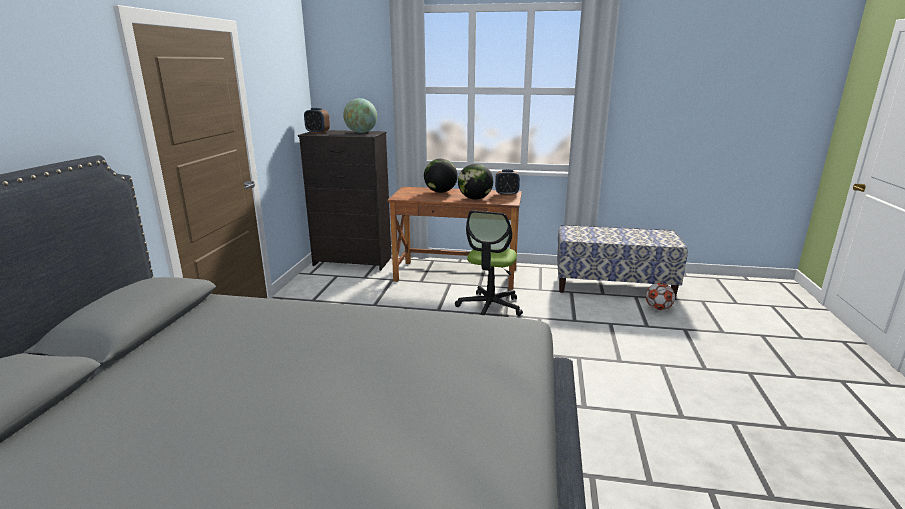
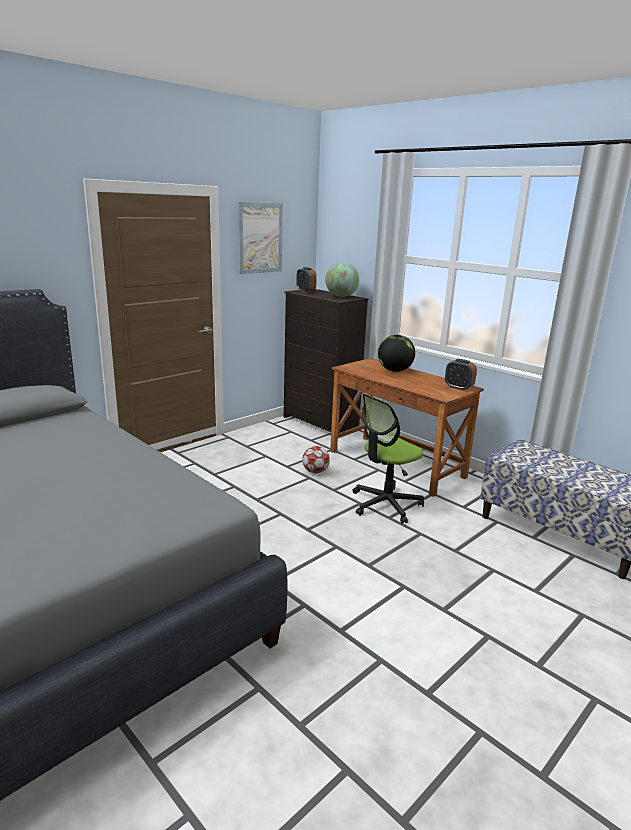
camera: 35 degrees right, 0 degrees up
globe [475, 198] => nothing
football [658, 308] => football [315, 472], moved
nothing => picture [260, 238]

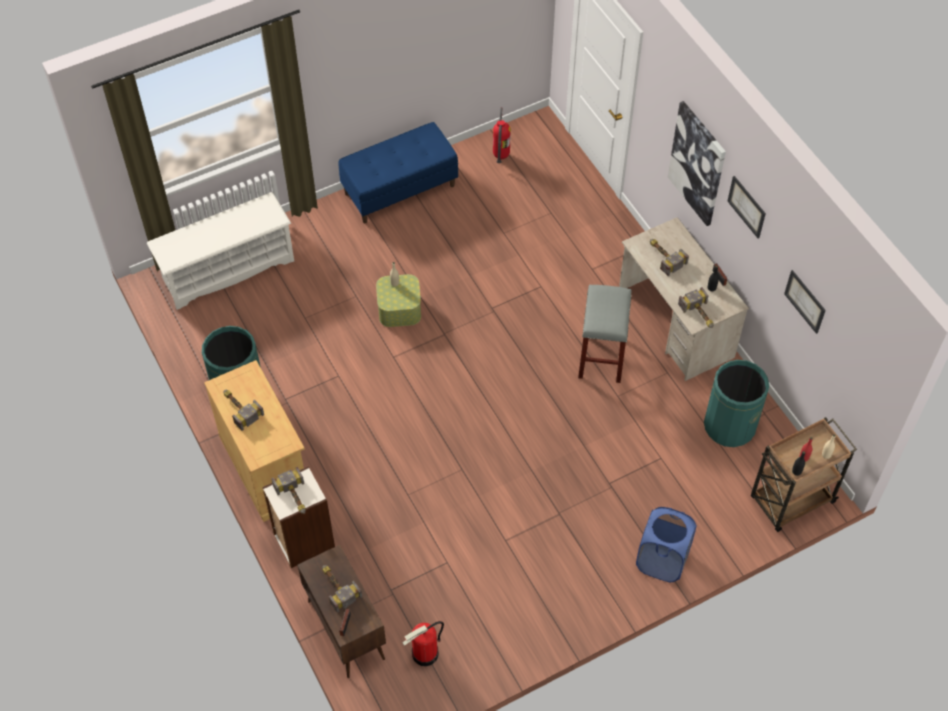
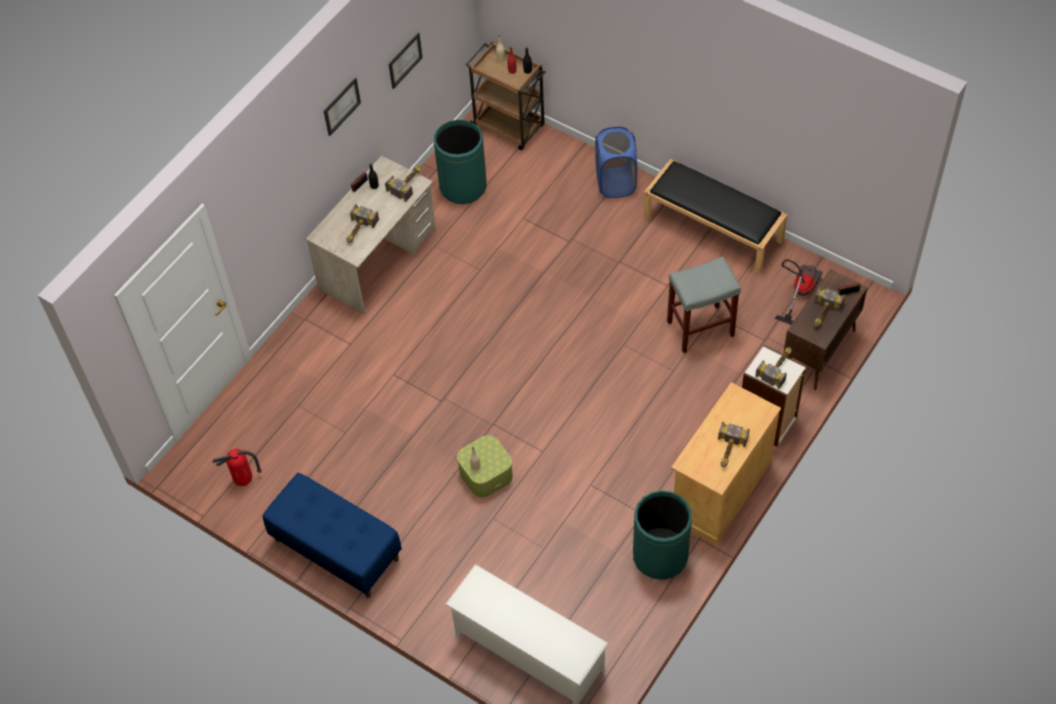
camera: 115 degrees left, 0 degrees up
picture [697, 163] => nothing
grey stool [601, 357] => grey stool [699, 329], moved
fire extinguisher [425, 654] => vacuum cleaner [798, 292]
nothing => black bench [714, 229]

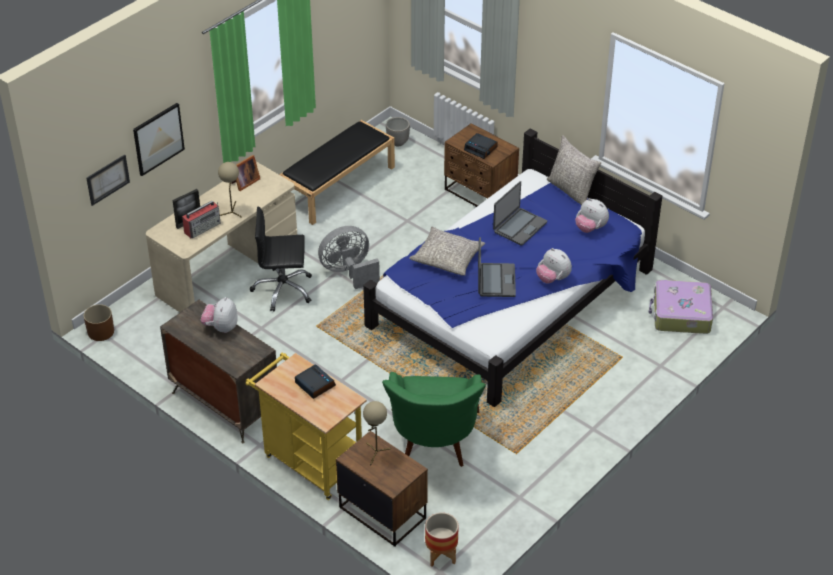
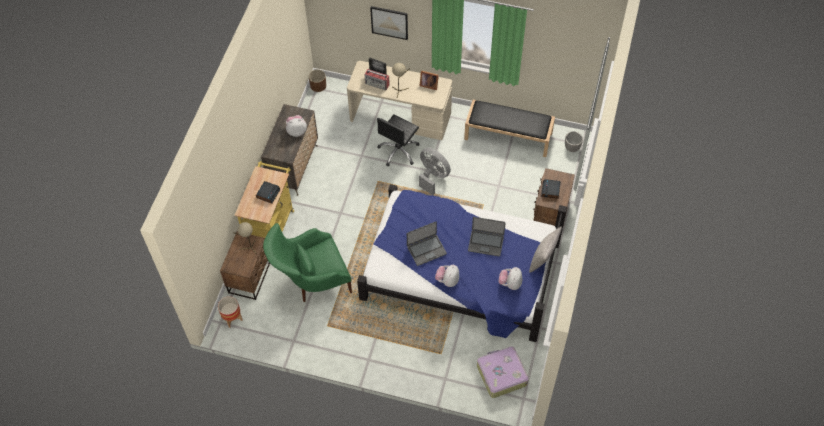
camera: 65 degrees right, 15 degrees up
picture [107, 179] => nothing
black office chair [283, 290] => black office chair [398, 151], 120 degrees counterclockwise
grey pillow [447, 258] => nothing

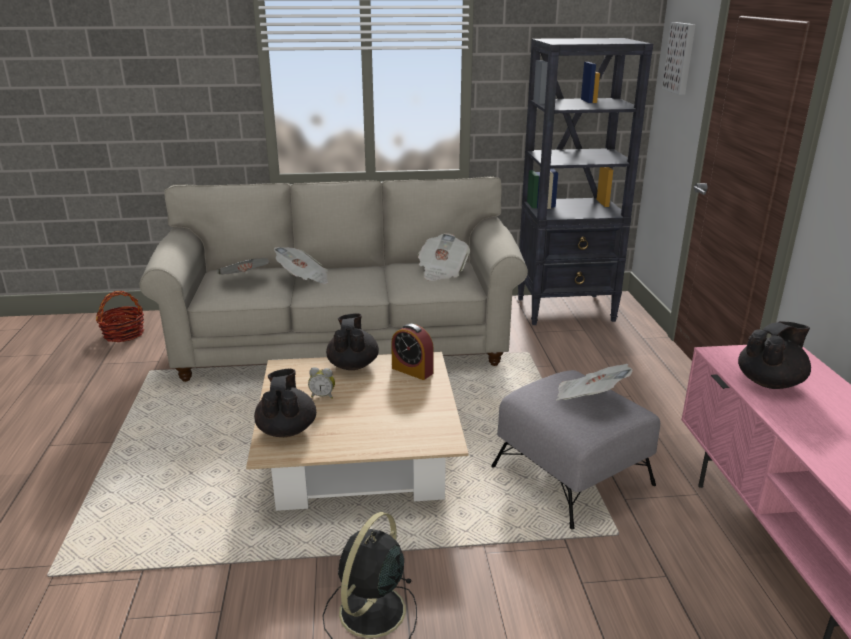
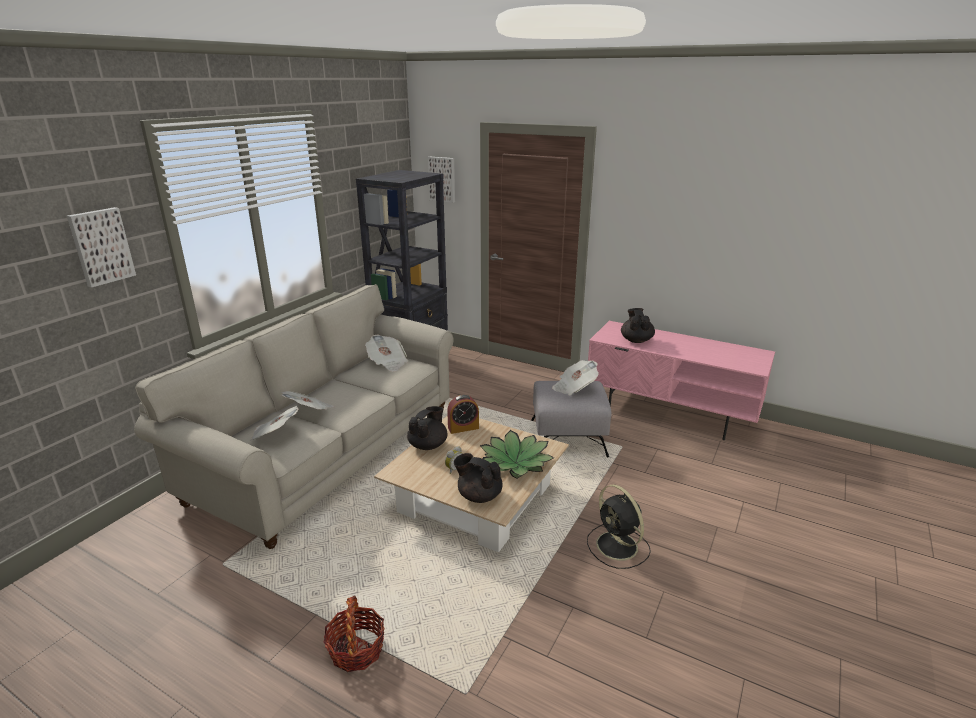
camera: 55 degrees left, 0 degrees up
basket [124, 334] => basket [356, 649], moved
black teapot [353, 365] => black teapot [428, 445], 90 degrees clockwise
nothing => picture [101, 246]
nothing => potted plant [516, 462]

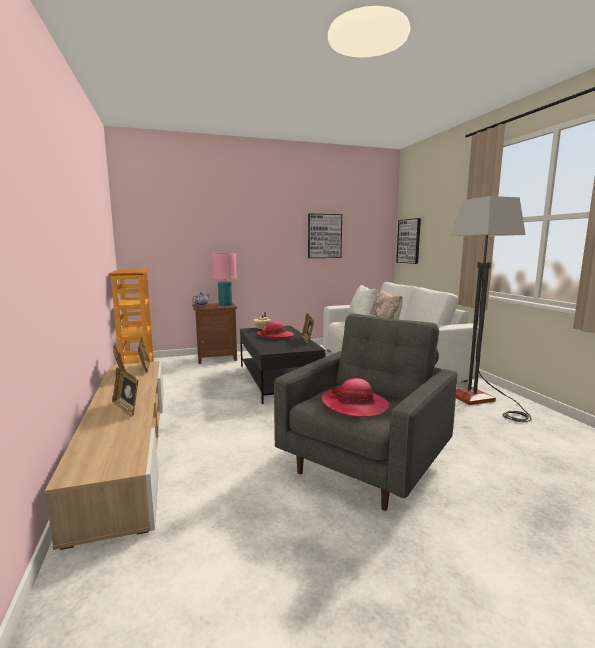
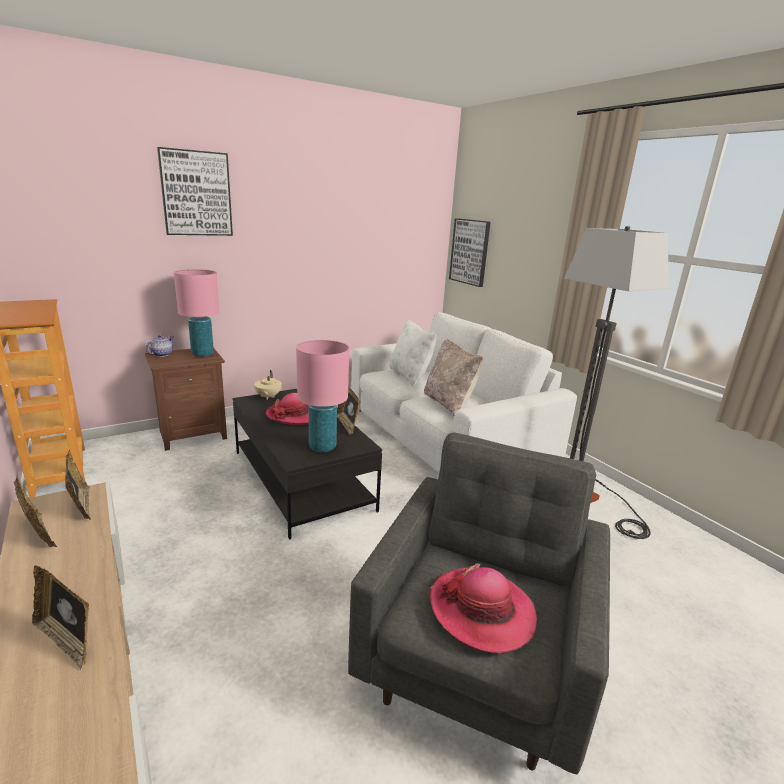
camera: 15 degrees left, 10 degrees up
picture [324, 236] => picture [196, 193], moved
nothing => pink table lamp [322, 447]

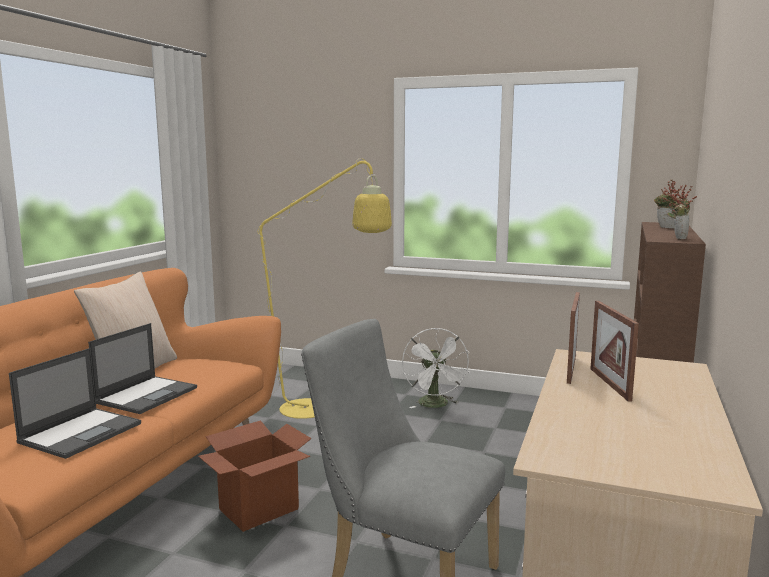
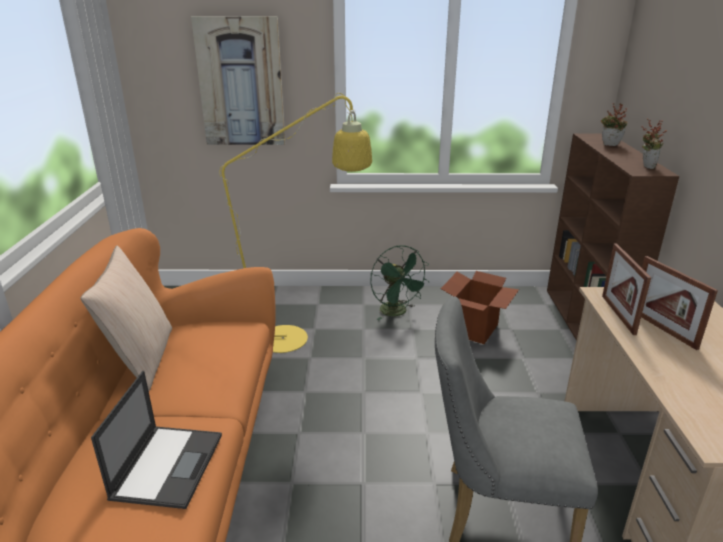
camera: 20 degrees left, 15 degrees up
laptop [147, 395] => nothing
white fan [436, 405] => green fan [397, 312]
cardboard box [258, 509] => cardboard box [475, 329], moved
nothing => picture [241, 82]

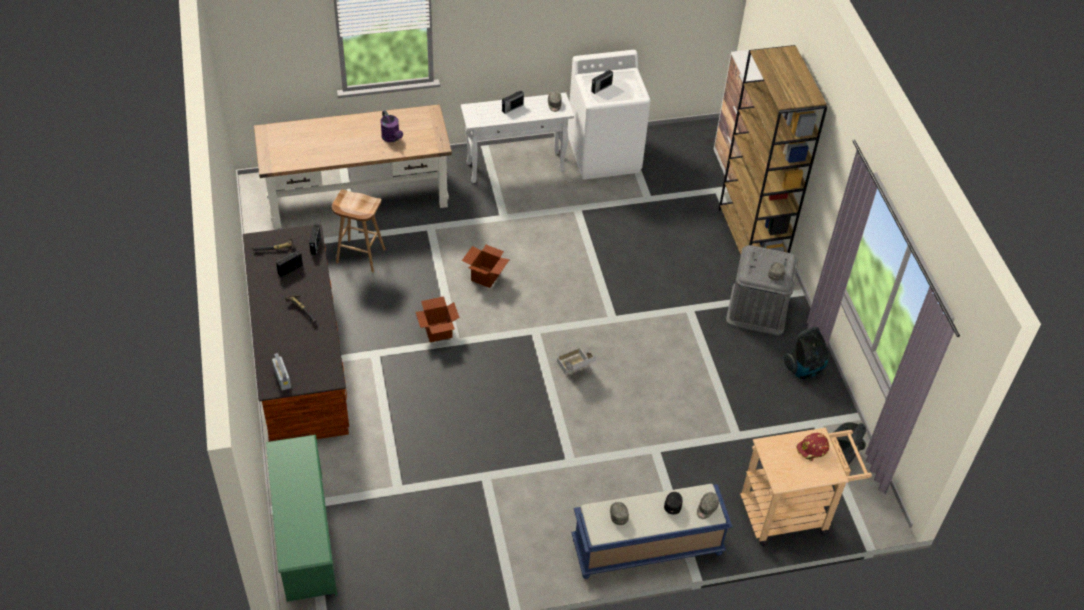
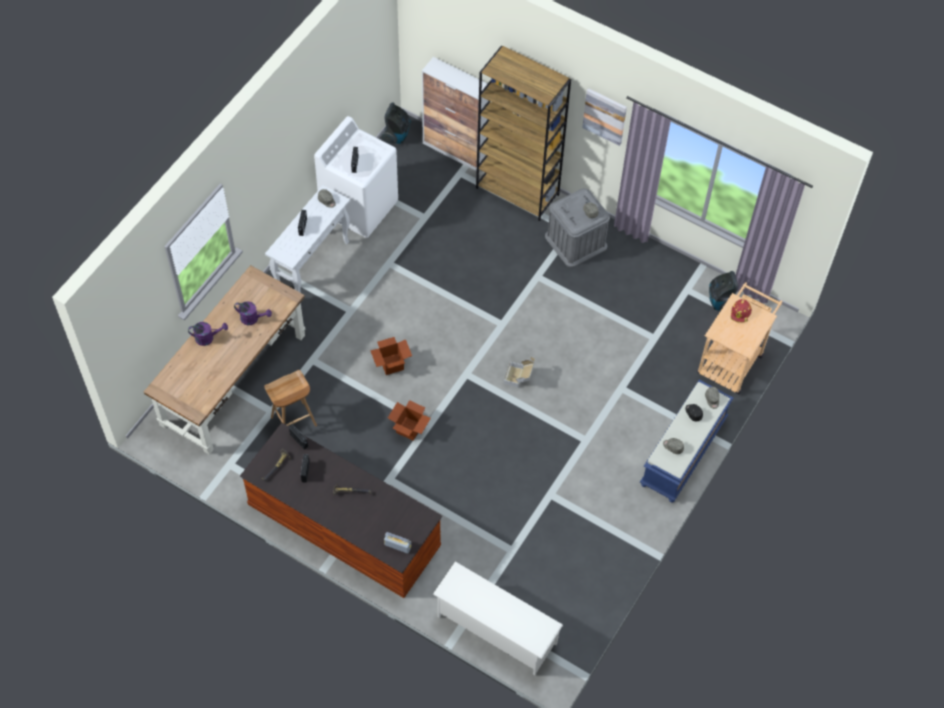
camera: 45 degrees left, 10 degrees up
vacuum cleaner [804, 369] => vacuum cleaner [397, 135], moved
green shoe rack [304, 536] => white shoe rack [495, 629]
nothing => picture [605, 116]
nothing => purple watering can [208, 338]

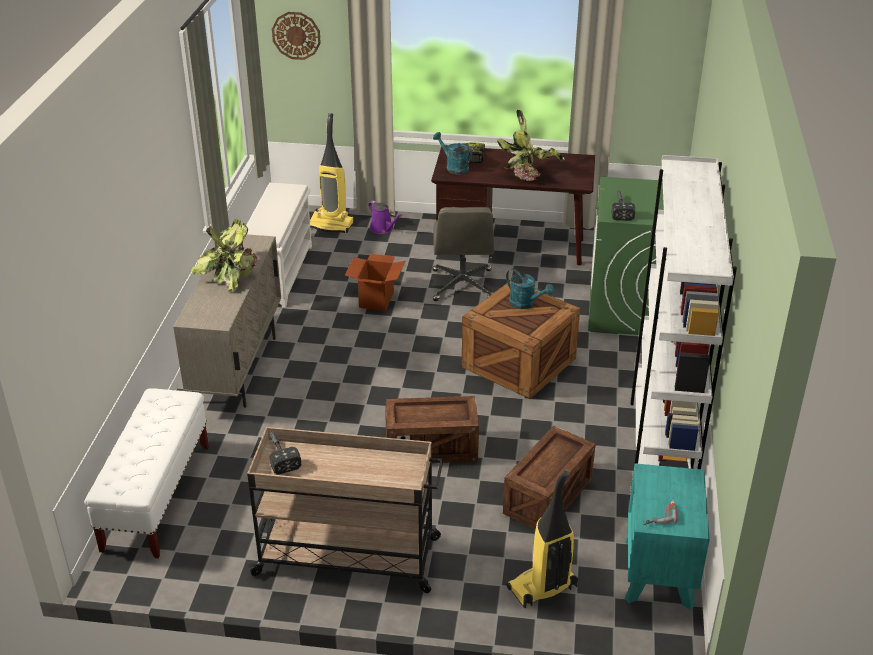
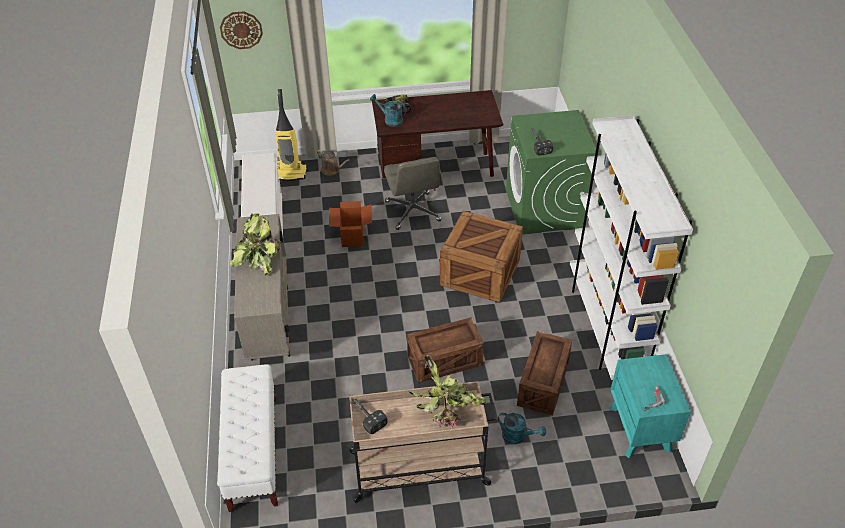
camera: 15 degrees left, 10 degrees up
potted plant [531, 176] => potted plant [448, 412], moved
purple watering can [383, 229] => brown watering can [332, 170]
turquoise watering can [526, 304] => turquoise watering can [517, 436], moved
vacuum cleaner [542, 588] => nothing

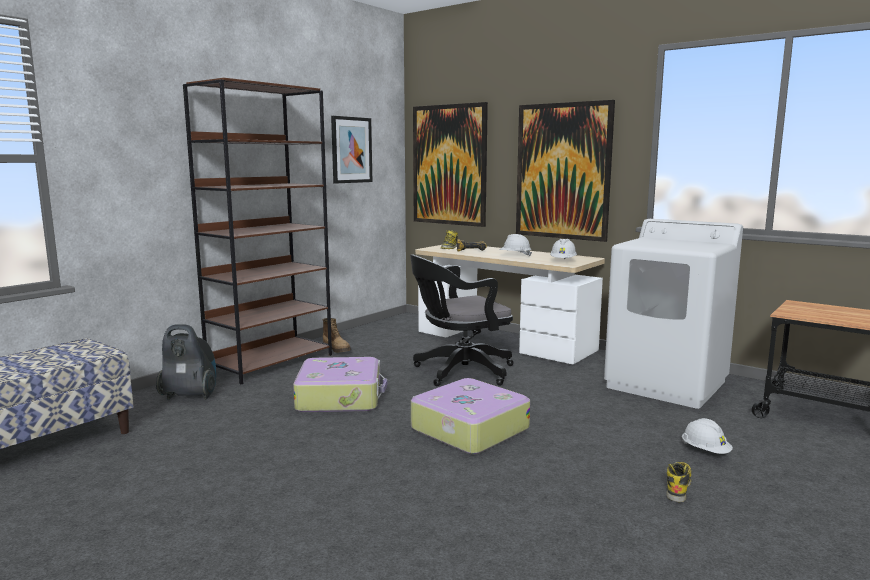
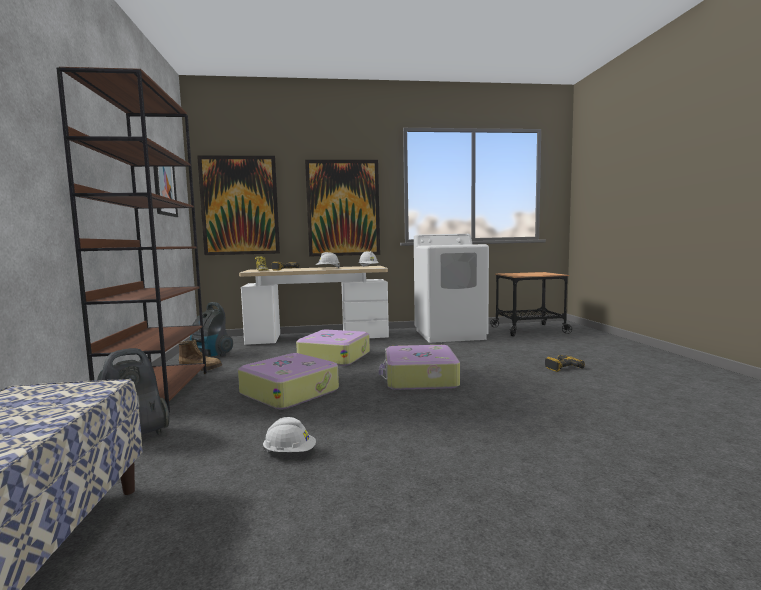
camera: 45 degrees left, 5 degrees down
black office chair [459, 372] => suitcase [334, 357]
white hard hat [705, 451] => white hard hat [290, 453], moved
boot [678, 488] => power drill [561, 367]
nothing => vacuum cleaner [211, 355]

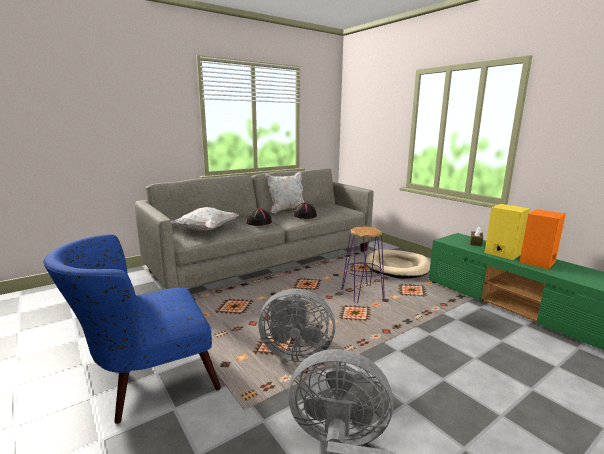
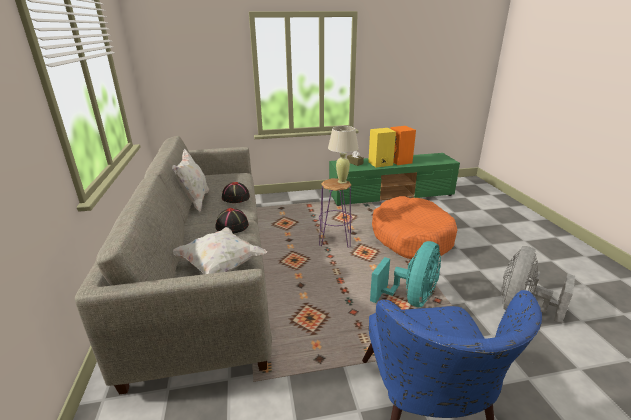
camera: 65 degrees left, 10 degrees up
beige dog bed [397, 266] => nothing
grey fan [294, 352] => turquoise fan [410, 298]
nothing => beige table lamp [342, 181]
nothing => orange dog bed [411, 237]

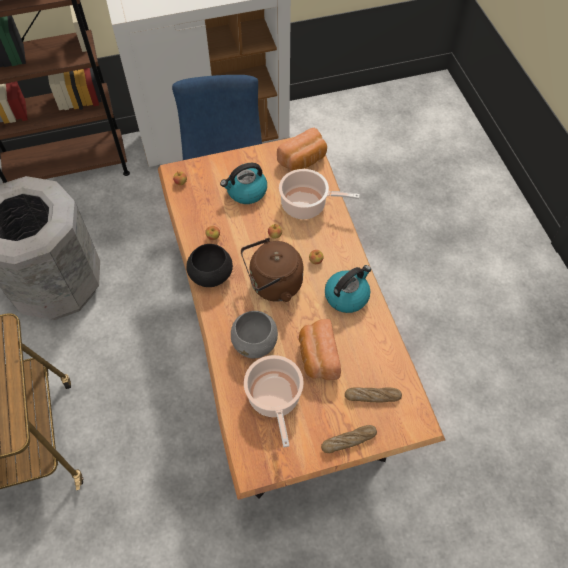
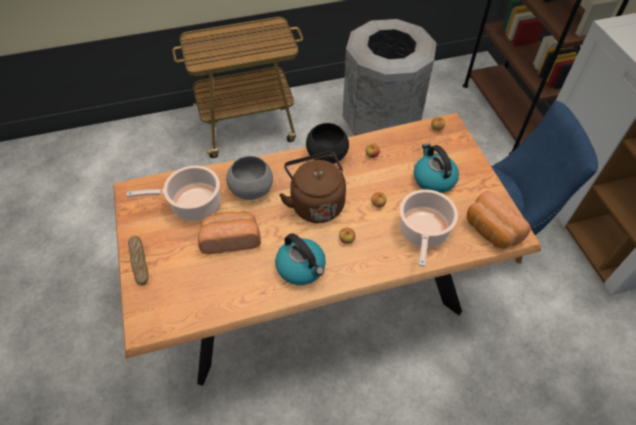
camera: 90 degrees right, 5 degrees down
bread [372, 396] => nothing

